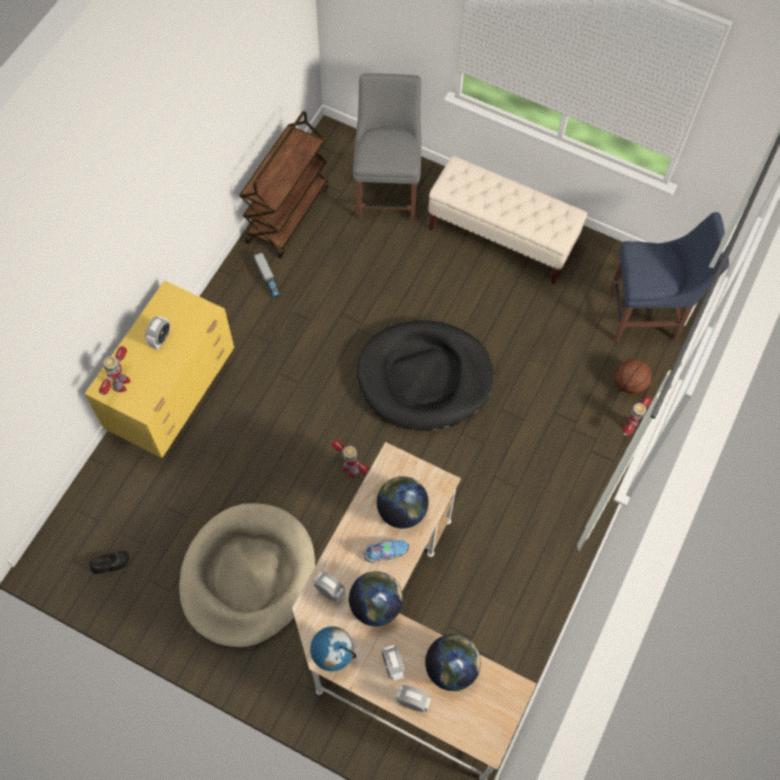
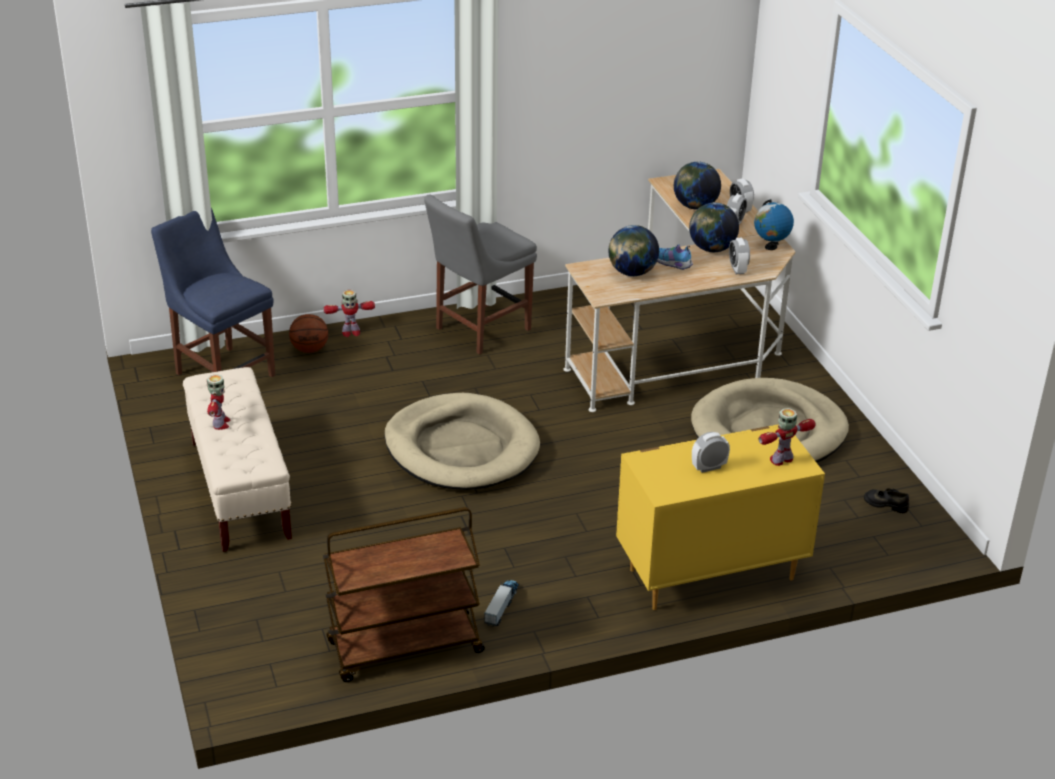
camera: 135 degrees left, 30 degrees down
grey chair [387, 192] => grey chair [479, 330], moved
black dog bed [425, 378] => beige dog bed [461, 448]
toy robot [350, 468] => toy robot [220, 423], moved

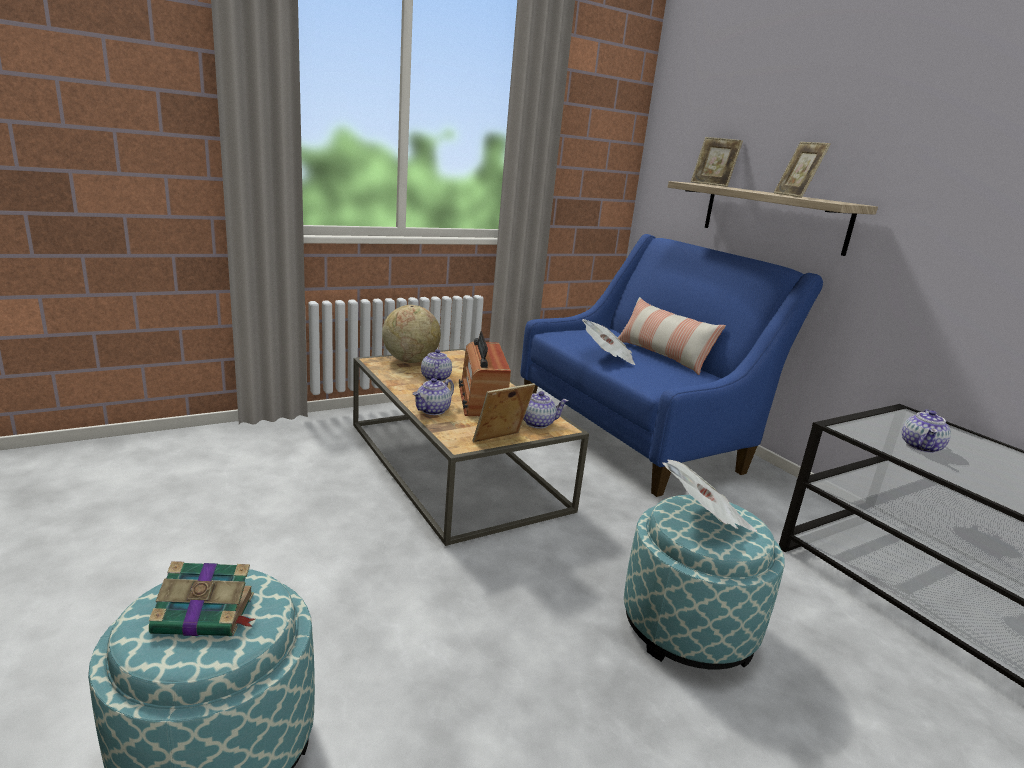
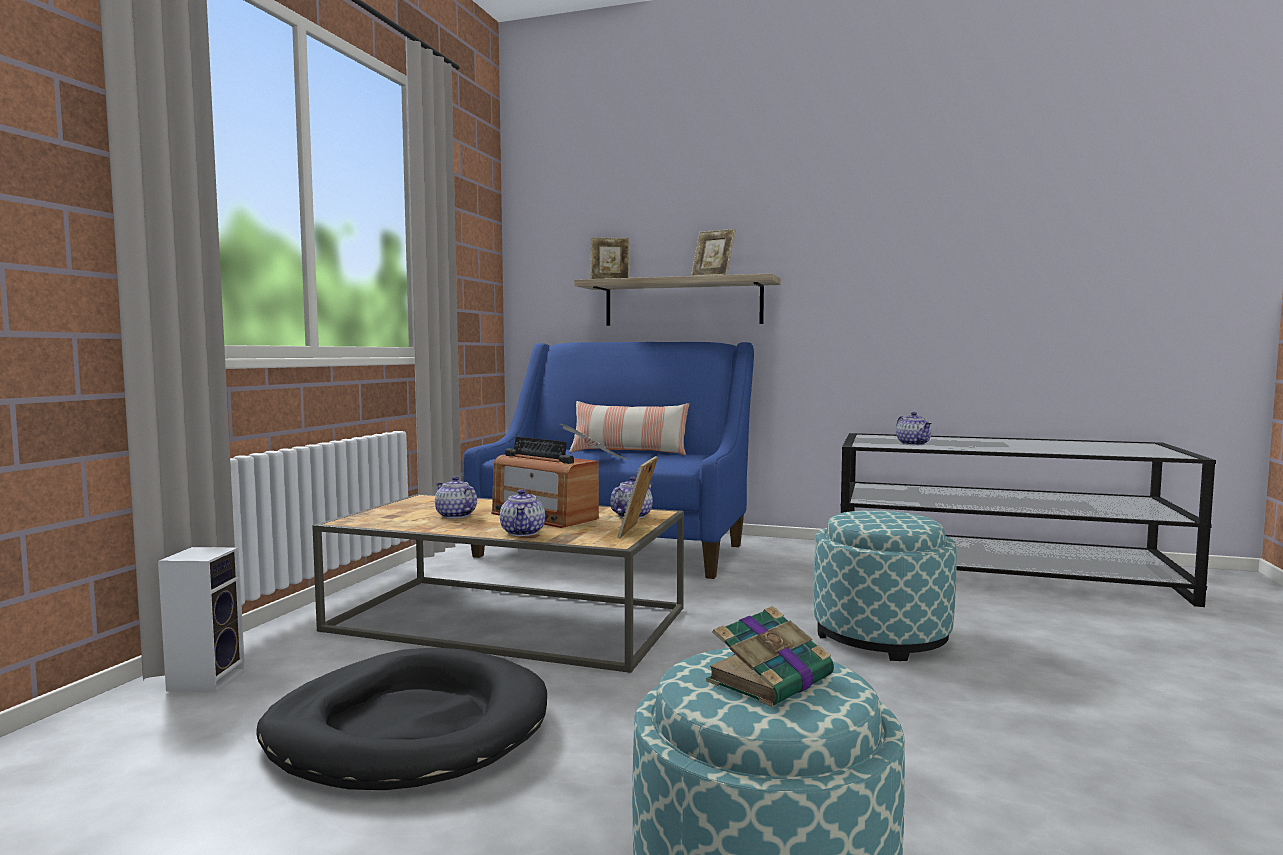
camera: 40 degrees left, 15 degrees down
globe [410, 360] => nothing
newspaper [704, 518] => nothing
nothing => speaker [206, 679]
nothing => black dog bed [409, 728]

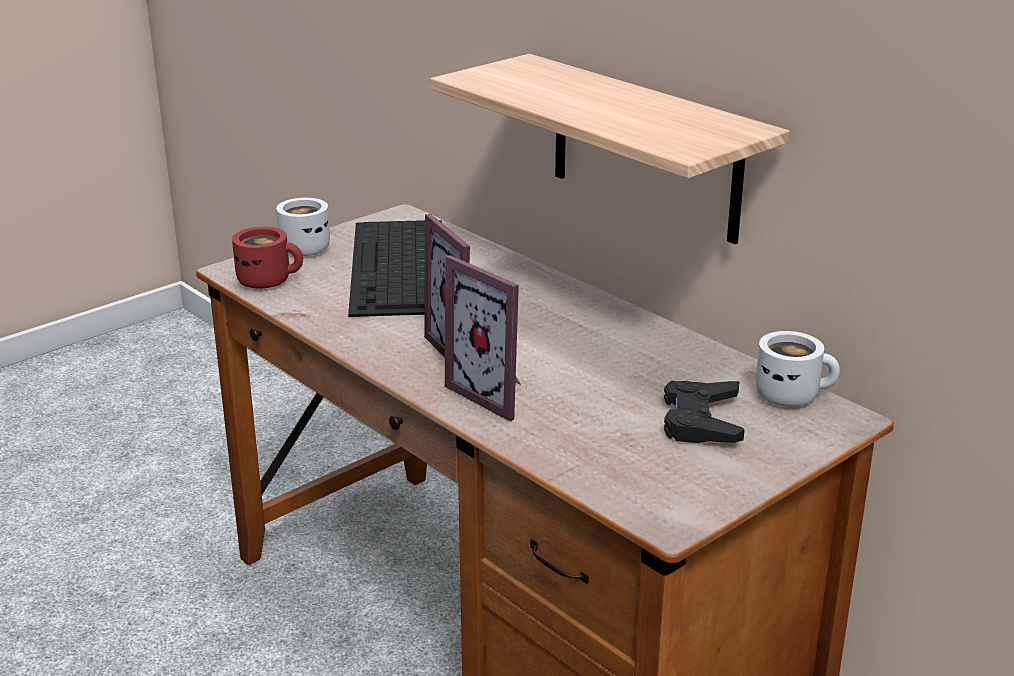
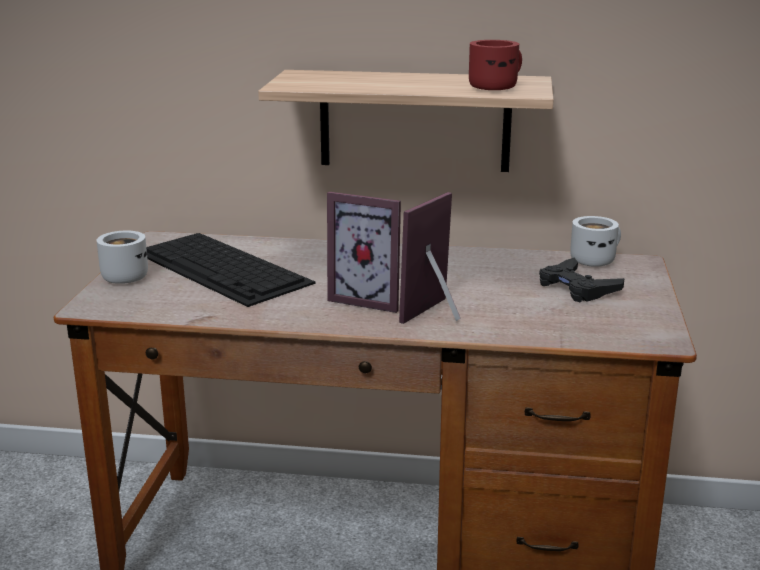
camera: 40 degrees left, 5 degrees down
red mug [269, 280] => red mug [494, 87], moved
picture frame [496, 394] => picture frame [439, 315], 120 degrees clockwise

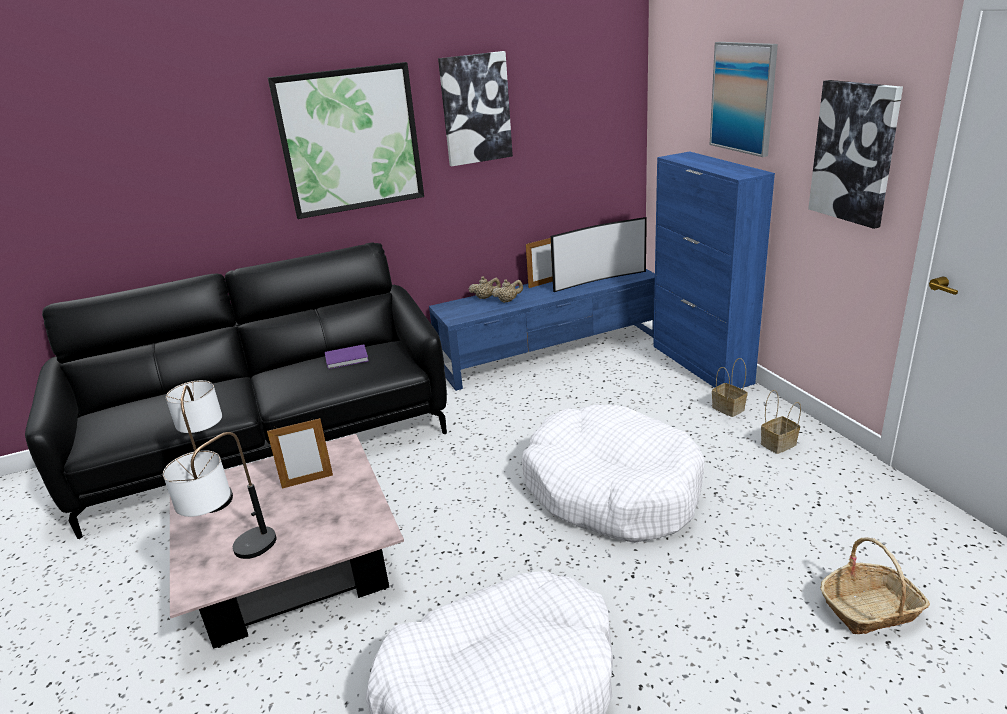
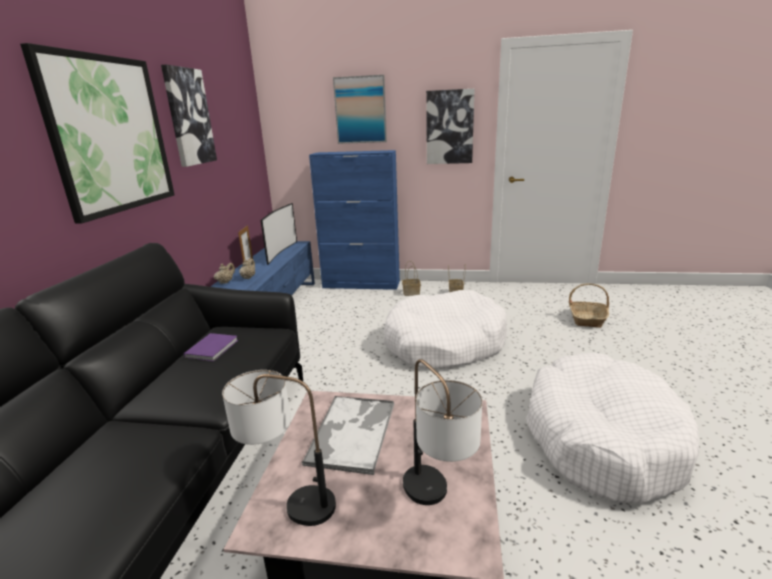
camera: 60 degrees left, 5 degrees down
picture frame [307, 481] => tray [352, 432]

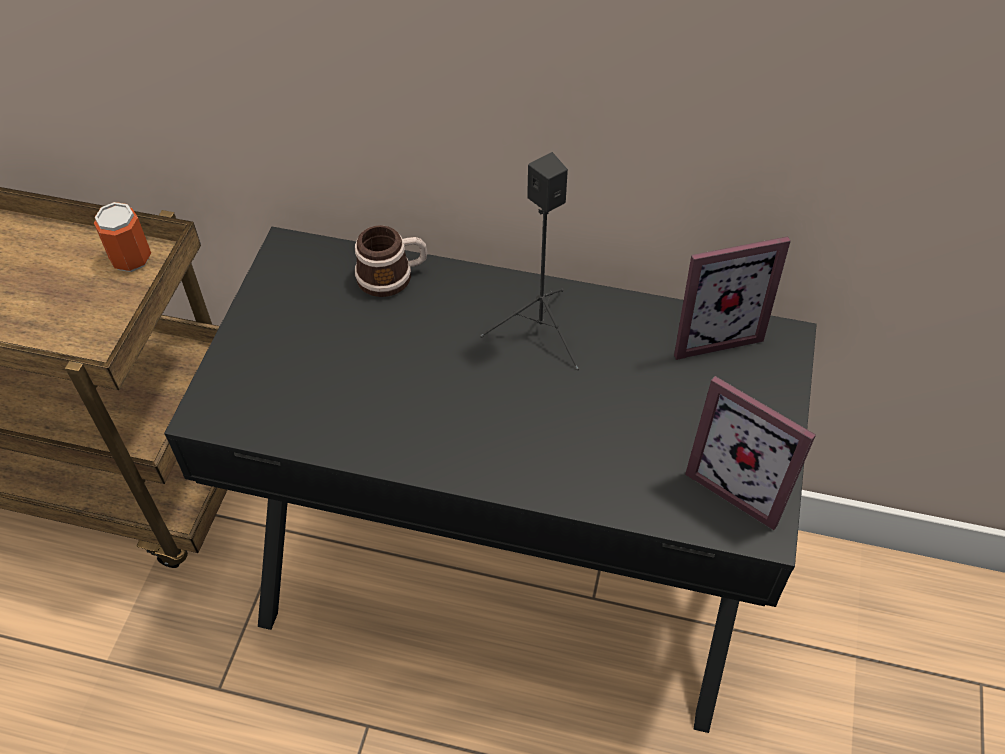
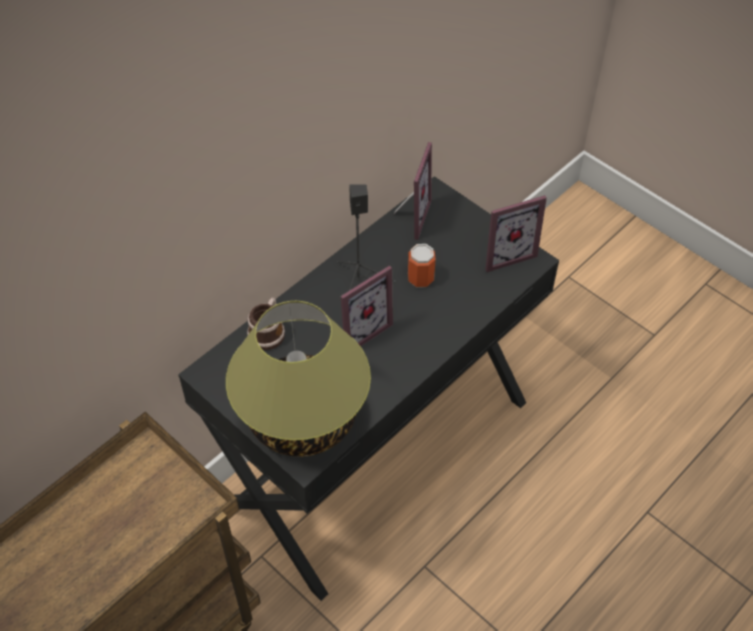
camera: 60 degrees left, 0 degrees up
can [131, 259] => can [420, 278], moved
nothing => picture frame [359, 329]
nothing => table lamp [303, 418]

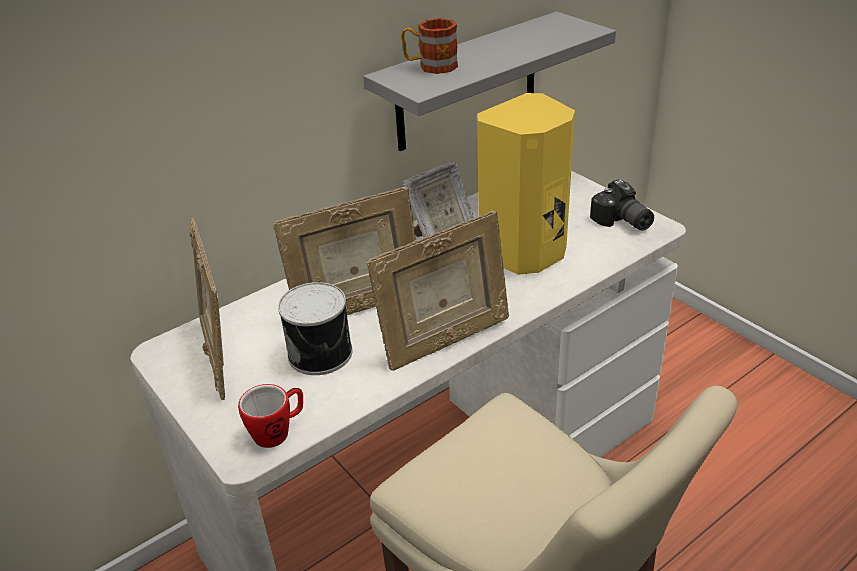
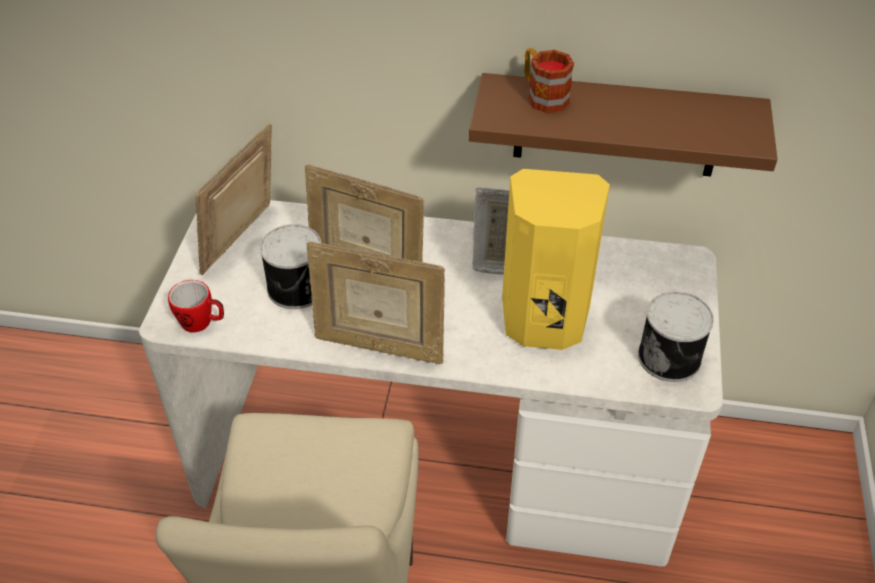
camera: 45 degrees right, 10 degrees up
grey shelf [467, 83] => brown shelf [617, 126]
photo camera [621, 222] => can [670, 357]

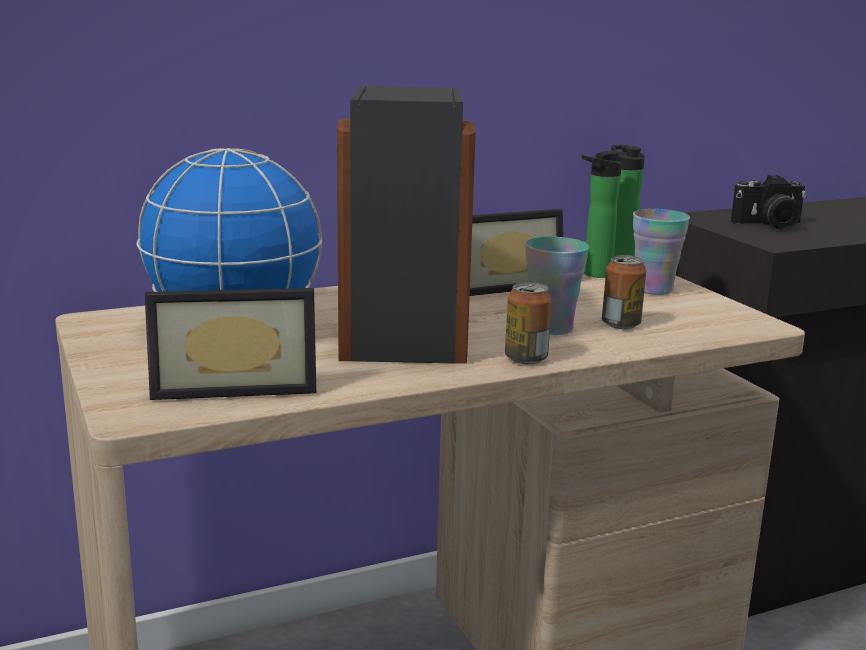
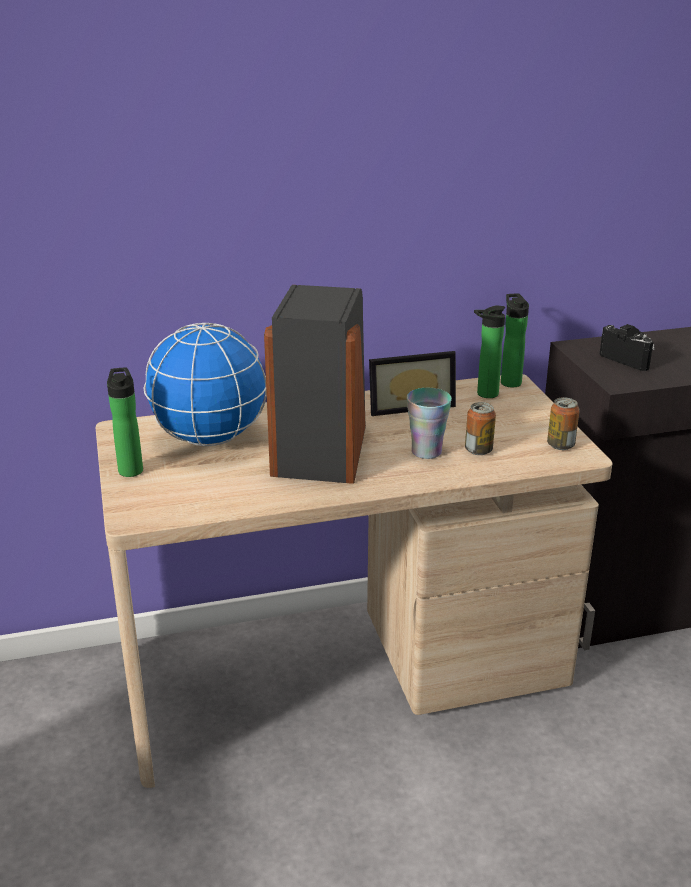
camera: 10 degrees right, 10 degrees up
photo camera [770, 225] => photo camera [629, 359], 135 degrees counterclockwise
cup [654, 289] => nothing
can [526, 358] => can [560, 445], moved
picture frame [234, 386] => nothing
nothing => bottle [130, 469]

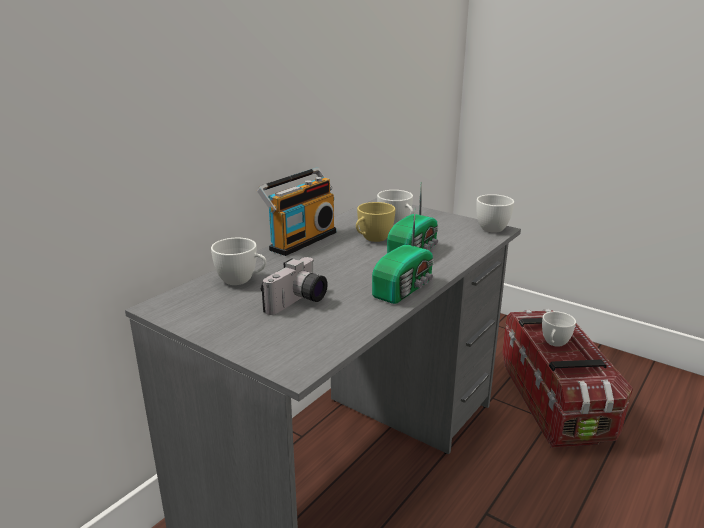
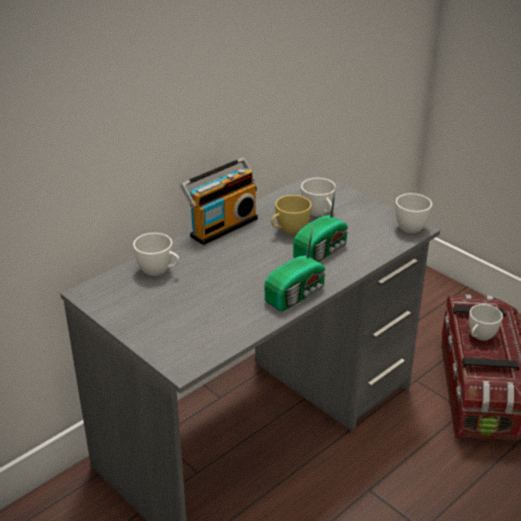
camera: 10 degrees right, 10 degrees up
photo camera [298, 302] => nothing

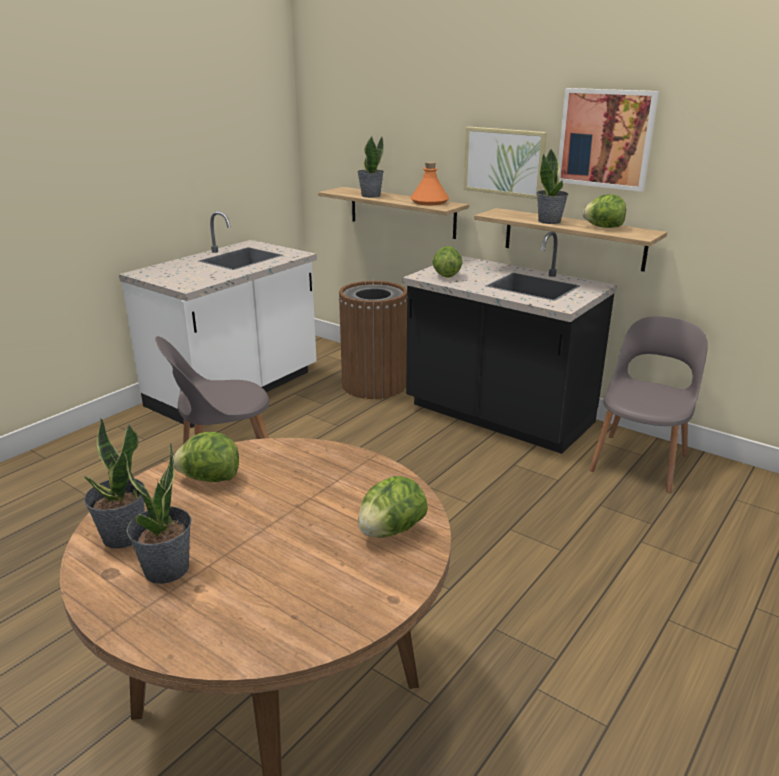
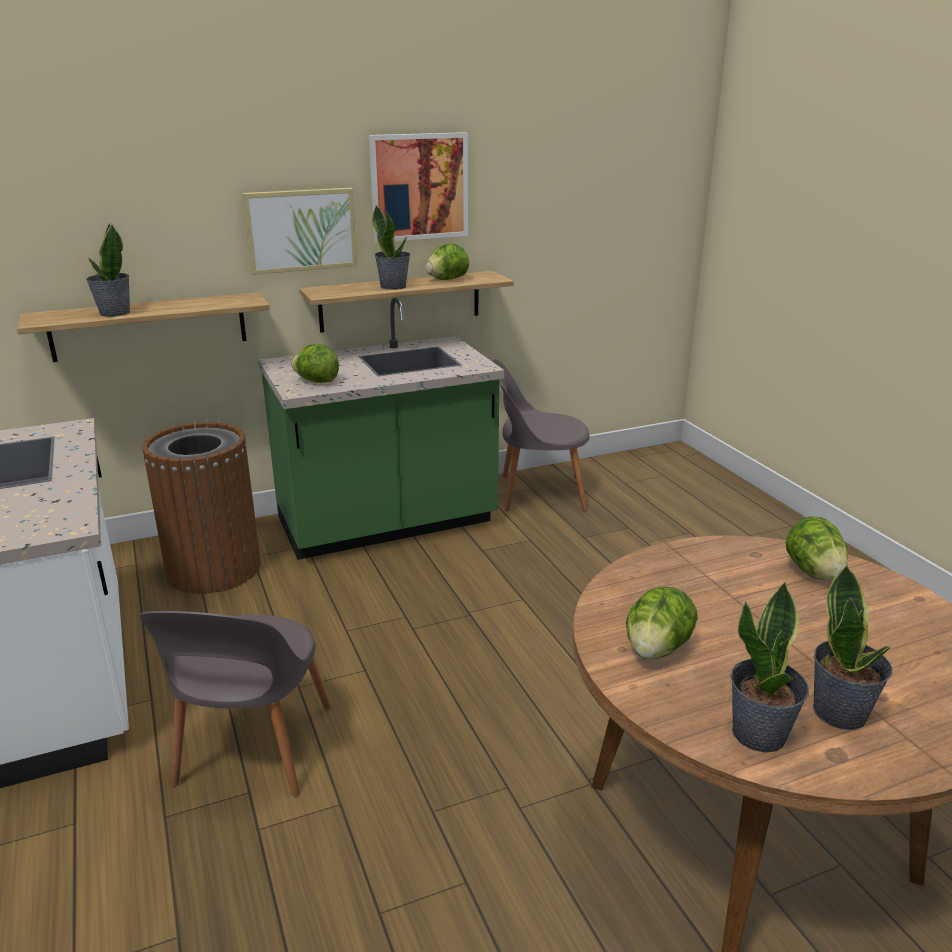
camera: 60 degrees left, 0 degrees up
orange bottle [429, 202] => nothing
black counter [498, 416] => green counter [387, 523]
grey chair [640, 460] => grey chair [537, 493], 60 degrees counterclockwise

